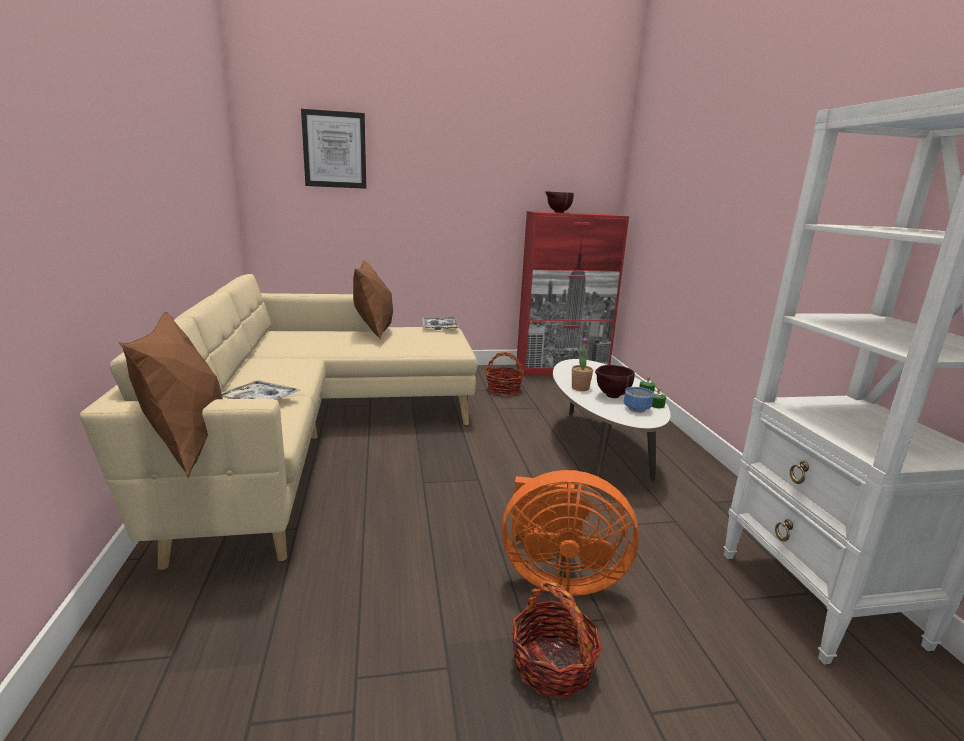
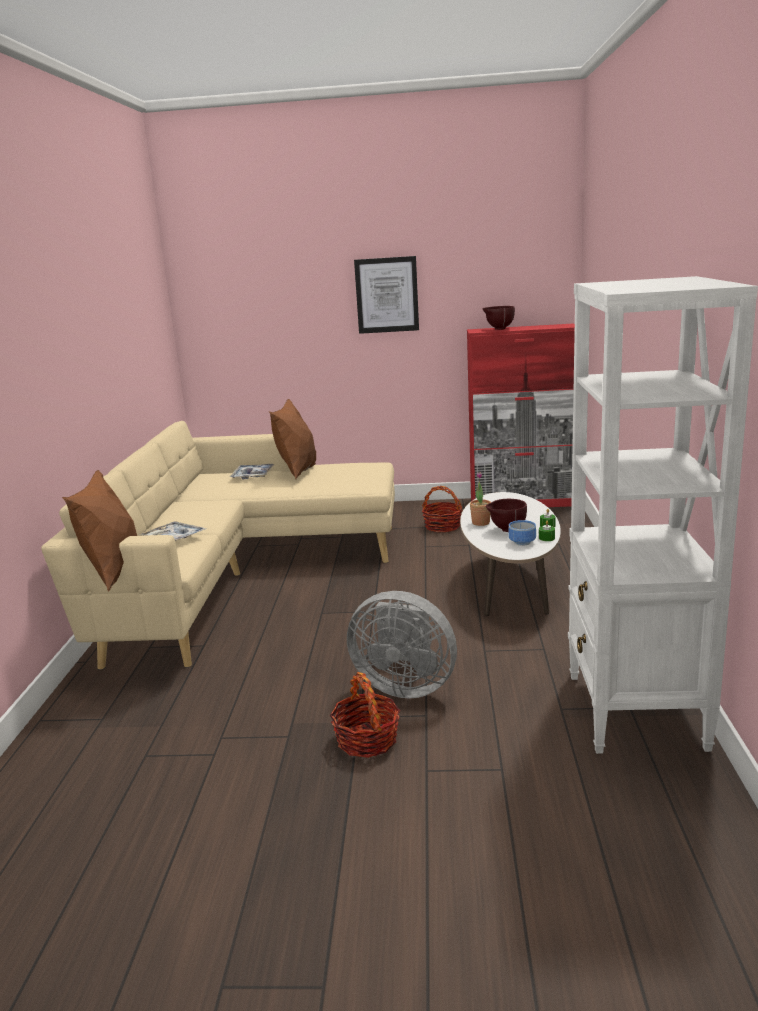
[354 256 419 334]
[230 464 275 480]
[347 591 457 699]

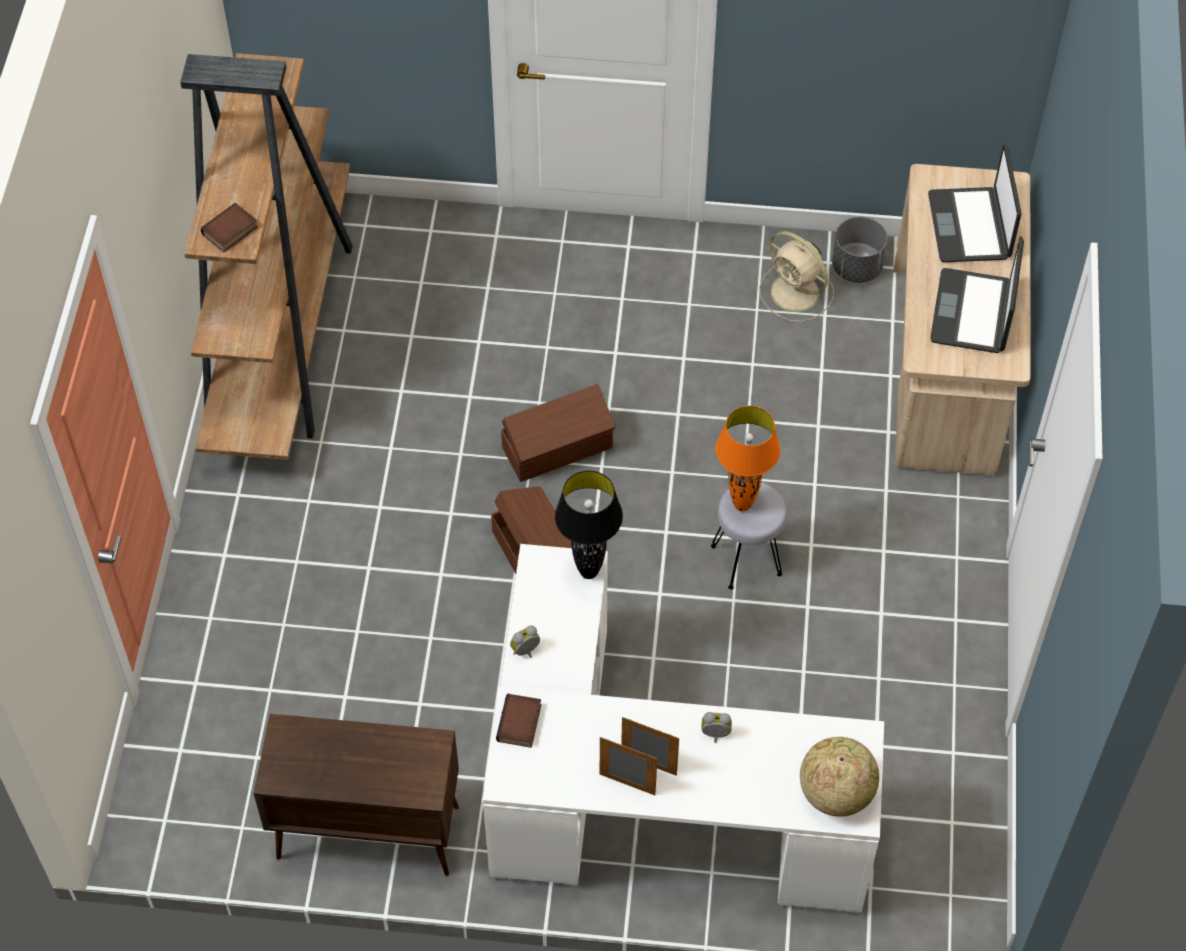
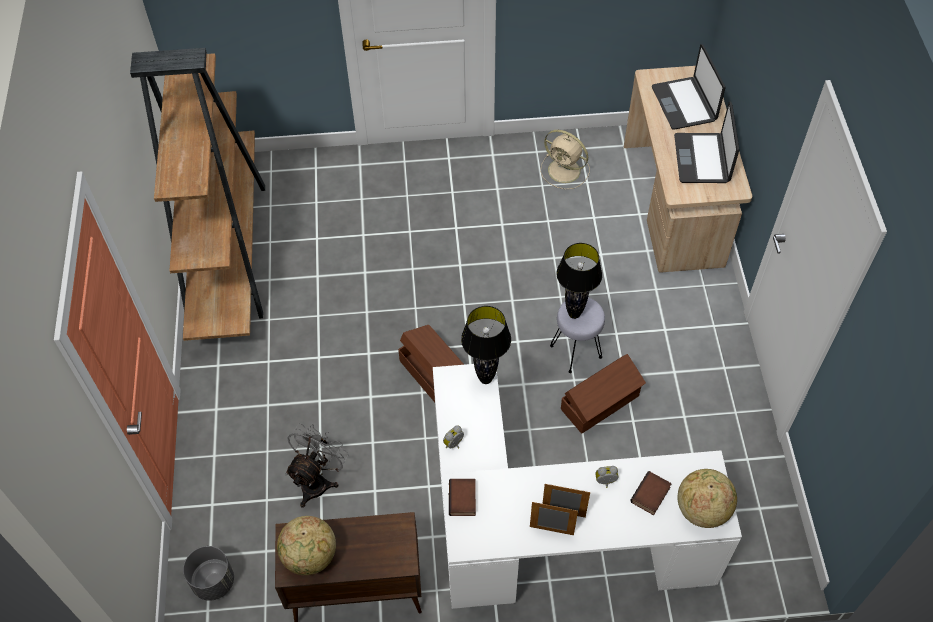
[277 516 336 575]
[285 423 349 508]
[630 471 672 515]
[561 354 646 433]
[183 546 234 601]
[556 243 602 319]

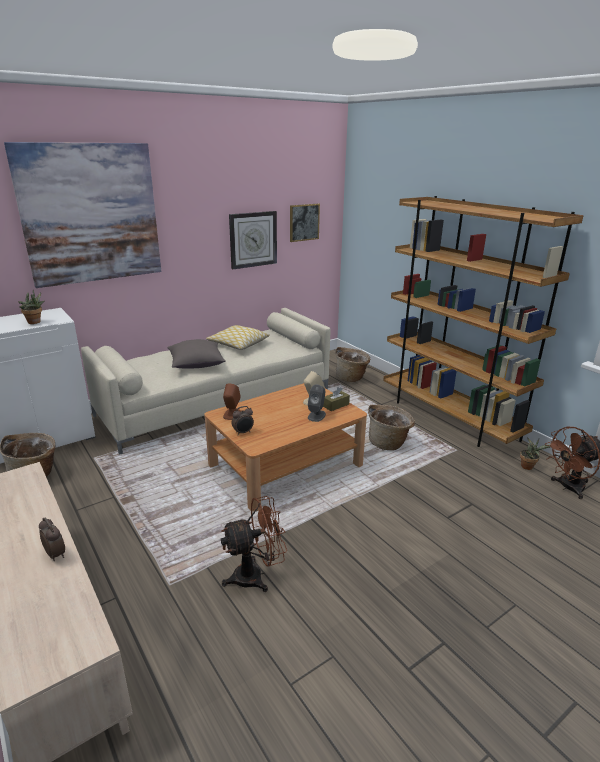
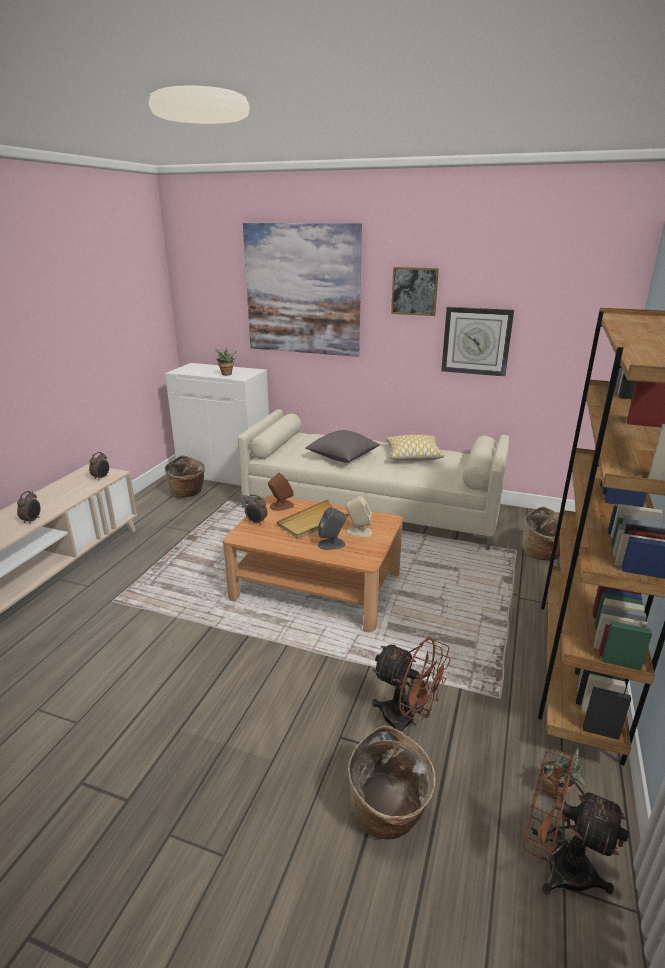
[323 387 350 411] (first image)
[89 452 109 481]
[277 499 349 539]
[372 638 451 732]
[391 267 439 316]
[348 726 436 839]

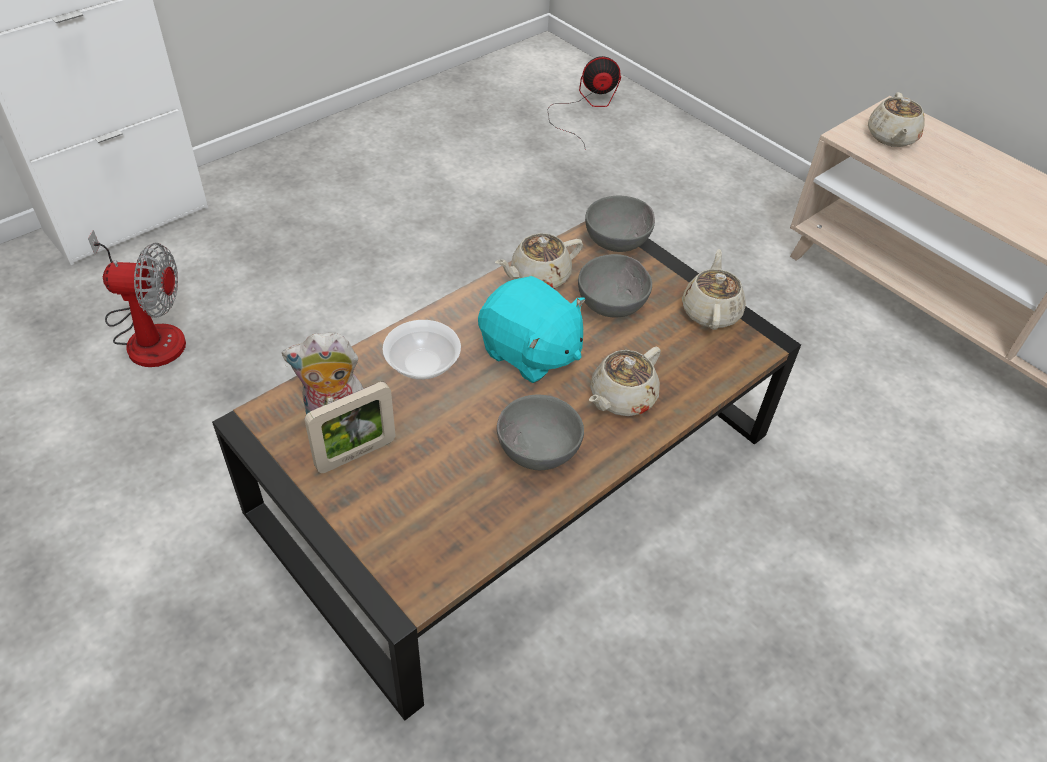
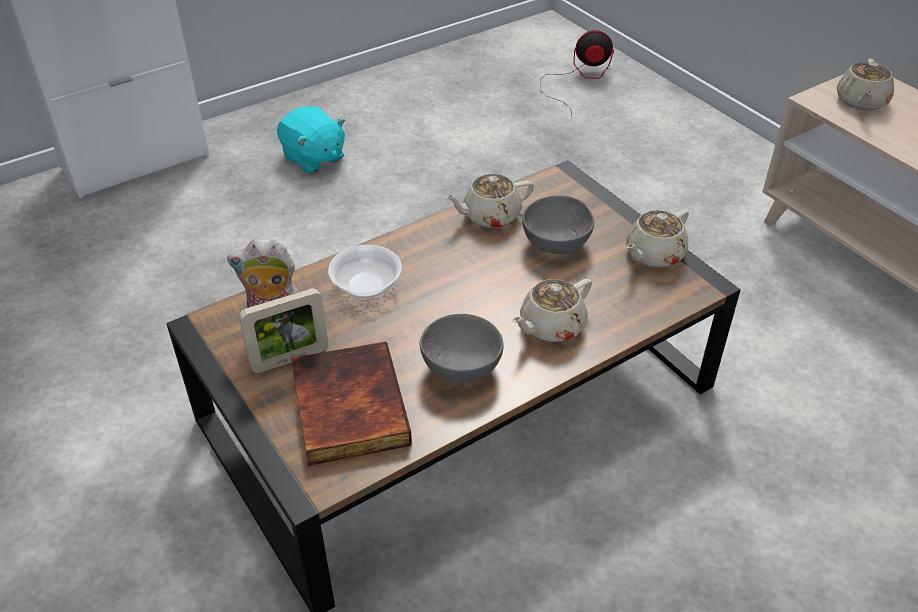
[88 230 186 367] (first image)
[585 196 655 252] (first image)
[291 341 412 466]
[277 107 345 174]
[626 209 689 268]

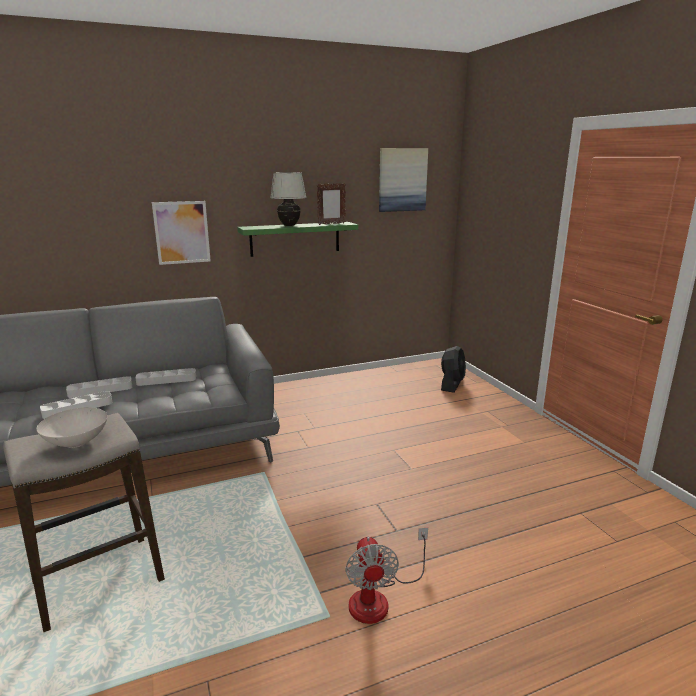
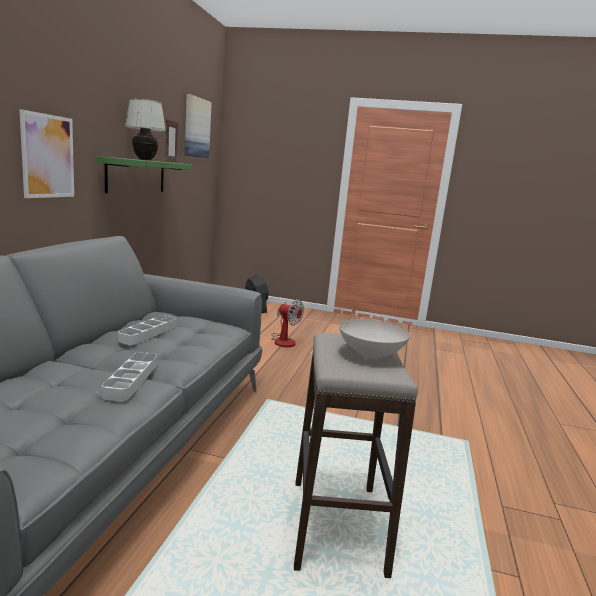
[66 376 132 398] (first image)
[271 299 304 347]

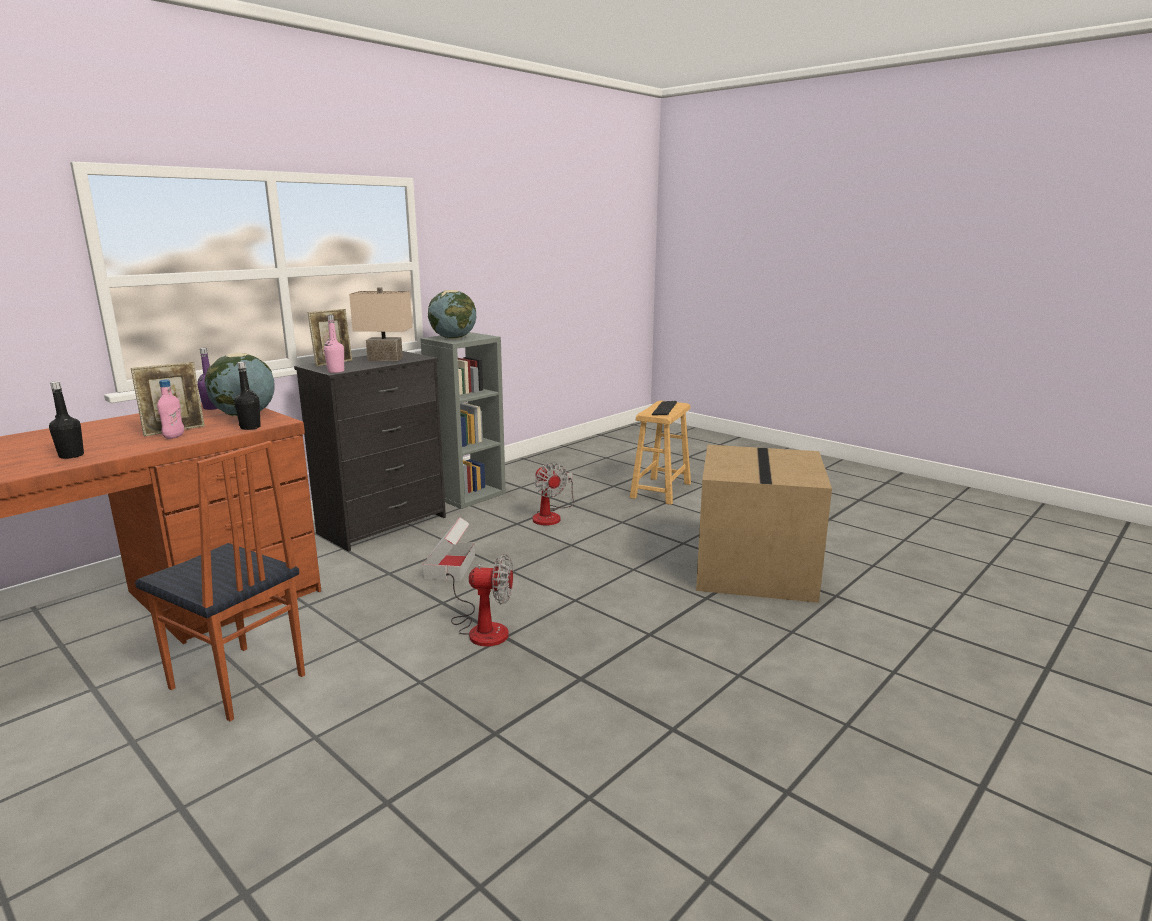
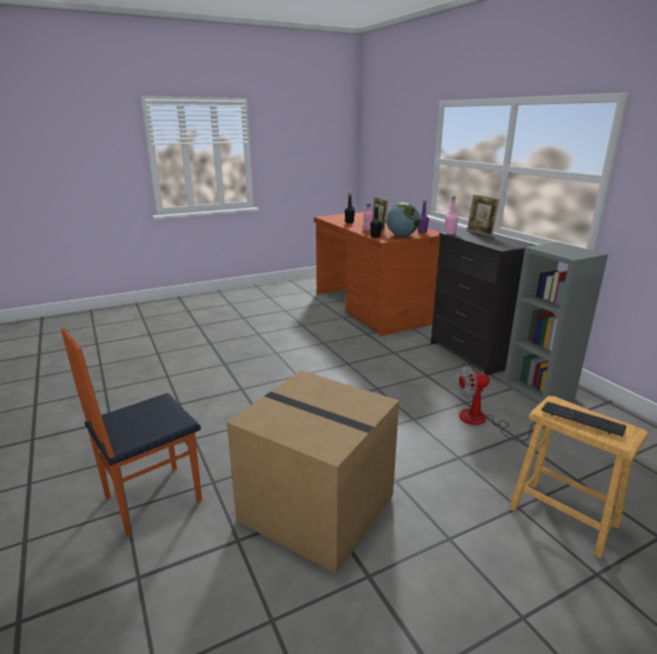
[349 287 412 361] (first image)
[423 517 475 581] (first image)
[428 290 476 339] (first image)
[444 554 513 647] (first image)
[61 327 202 537]

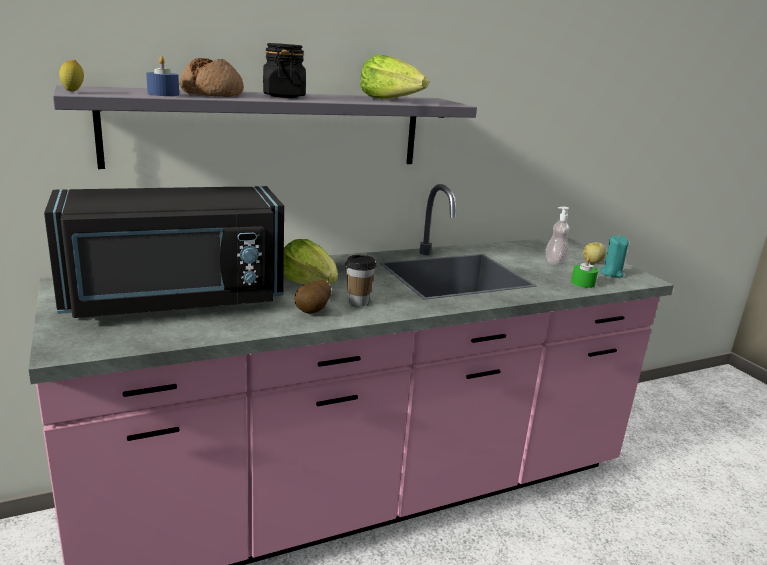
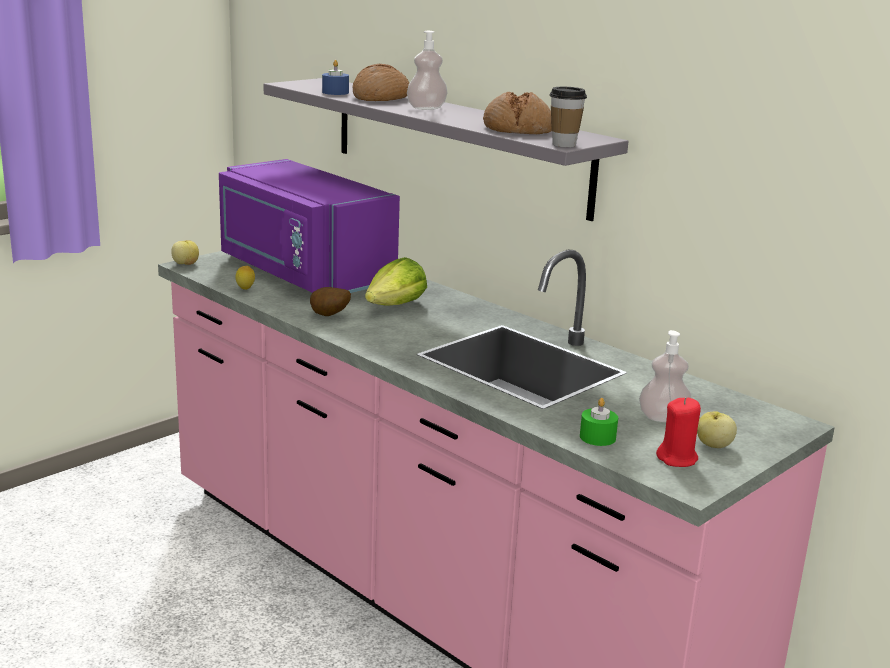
[171 240 199 265]
[236 266 255 290]
[549 87 587 147]
[407 31 448 110]
[483 92 552 134]
[219 159 400 293]
[656 398 701 467]

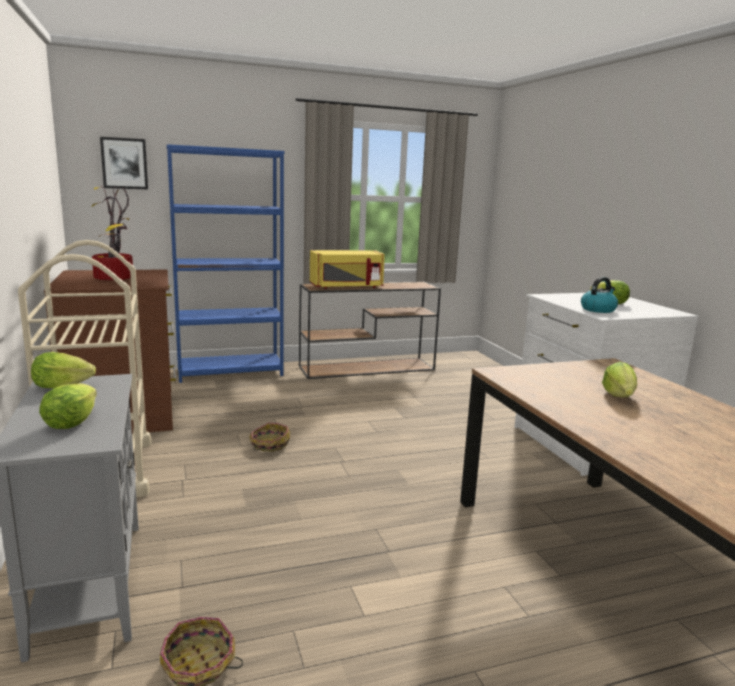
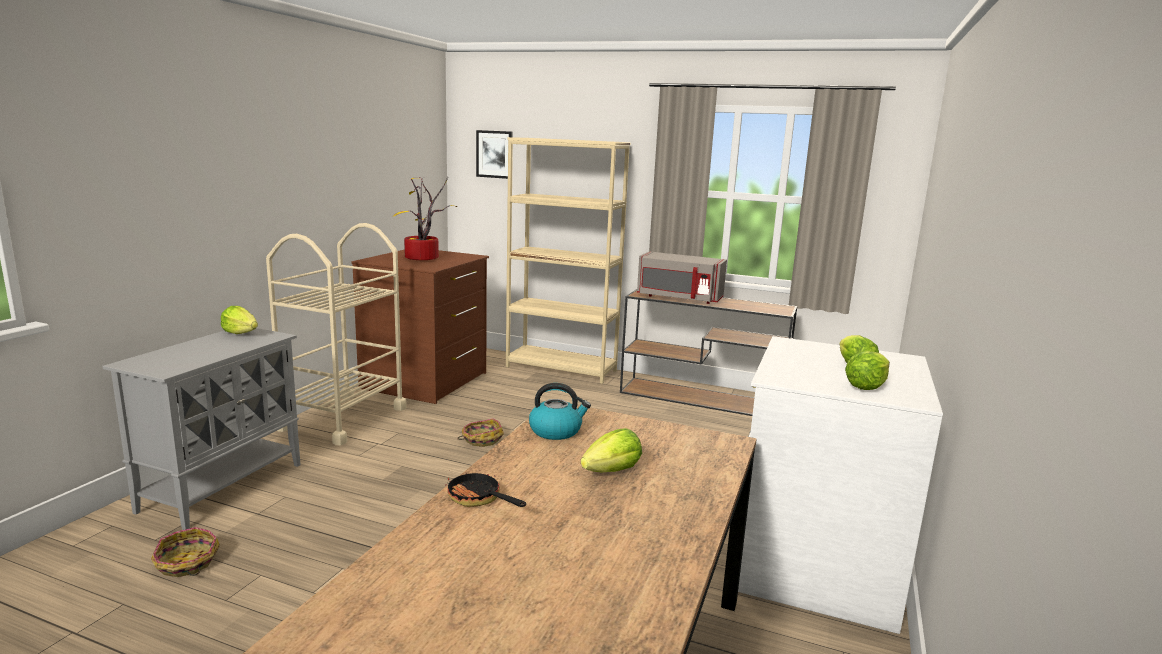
[445 470 526 507]
[845 352 890 390]
[529 383 591 440]
[506 137 630 384]
[637 252 727 304]

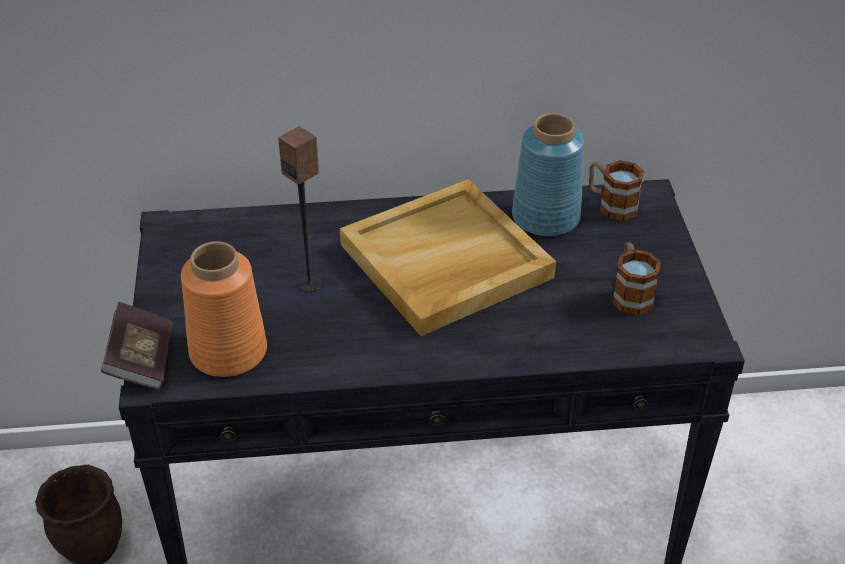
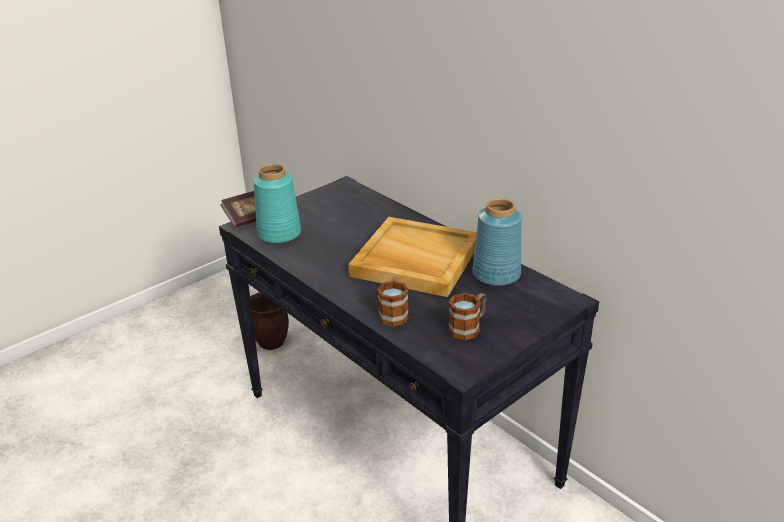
[278 126 321 292] (first image)
[377 277 409 327]
[254 164 301 244]

